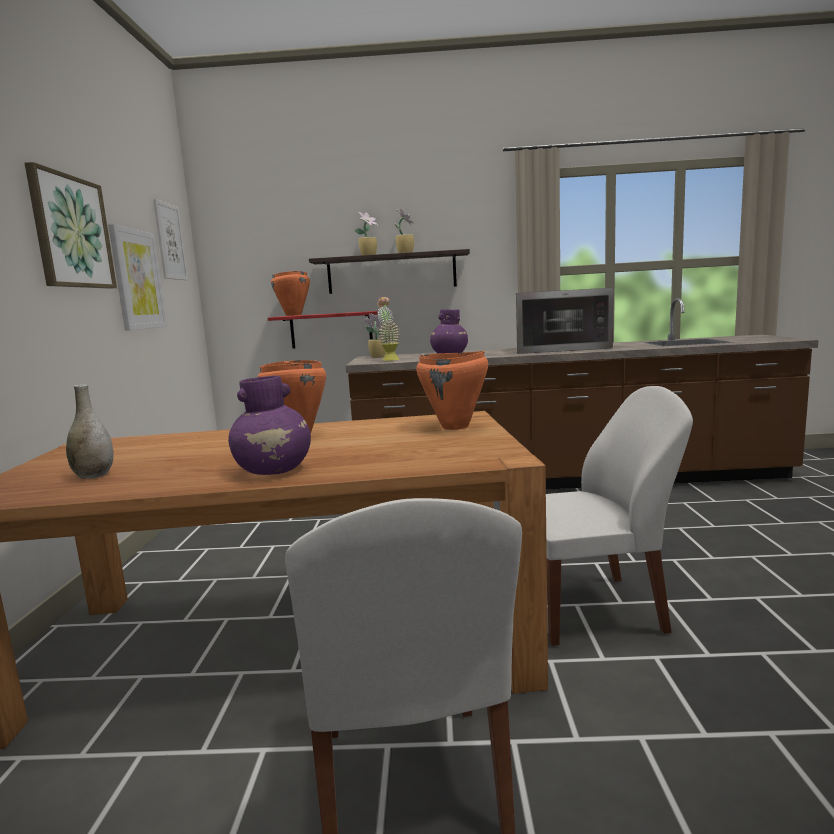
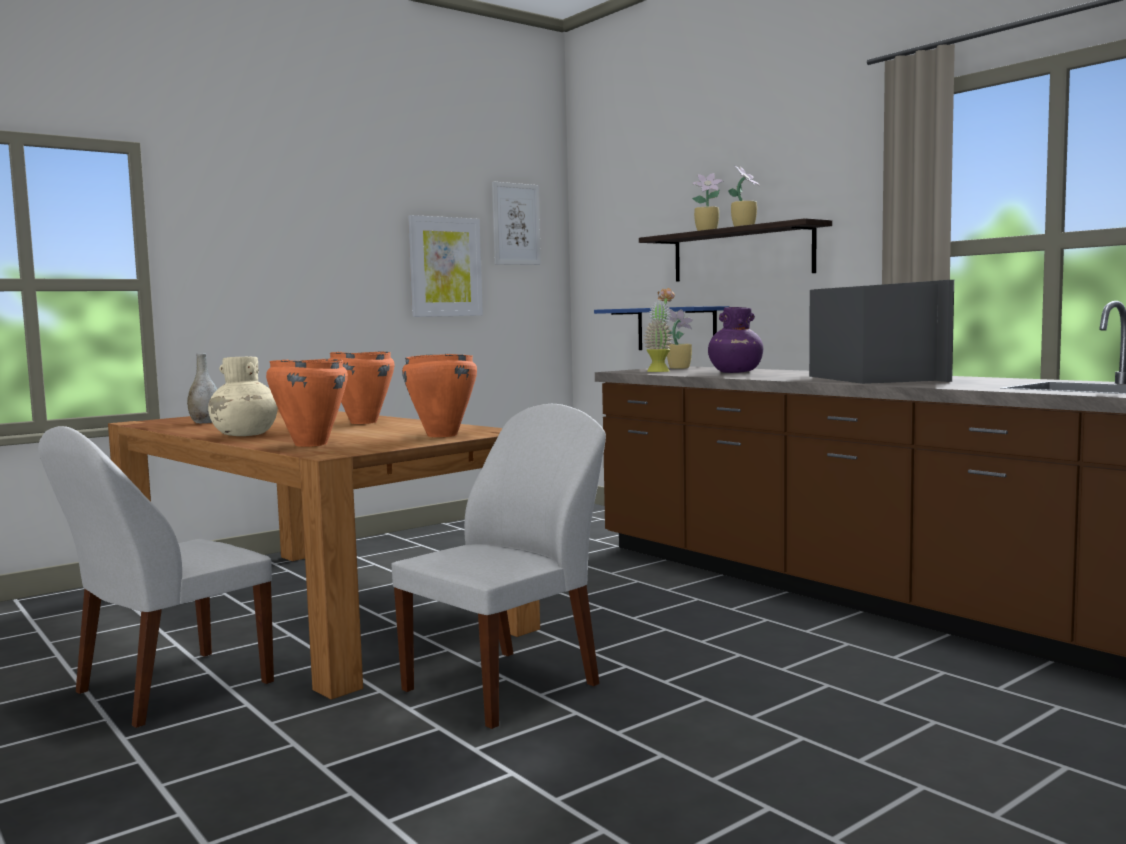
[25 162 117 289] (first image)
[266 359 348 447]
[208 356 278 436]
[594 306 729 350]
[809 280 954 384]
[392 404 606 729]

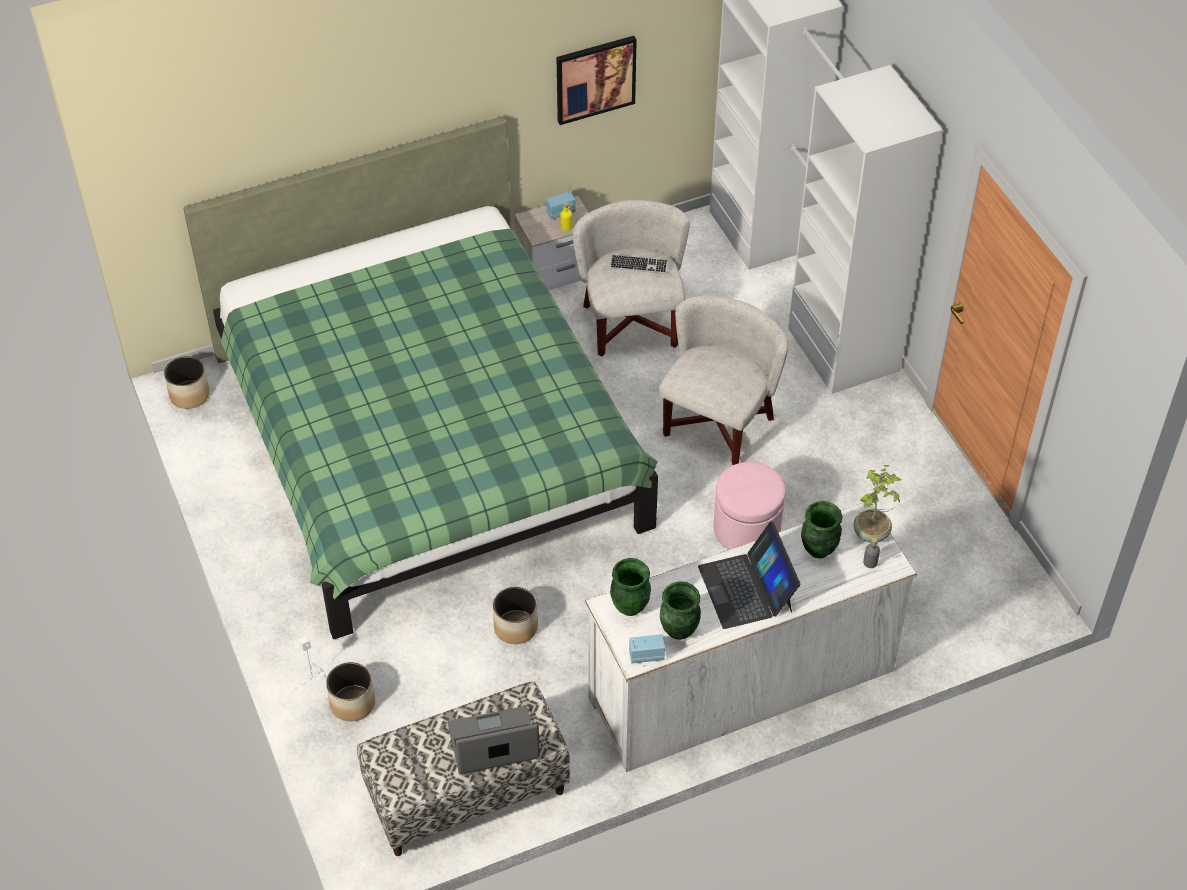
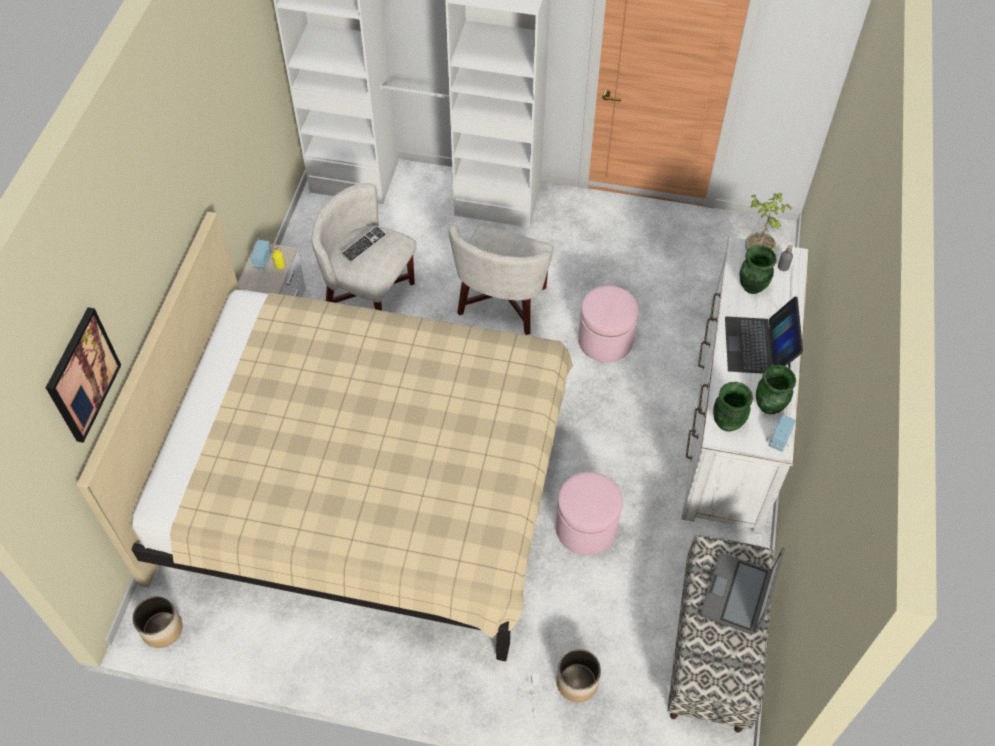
[46 307 121 443]
[556 472 622 555]
[77 212 573 661]
[449 225 553 335]
[725 296 803 374]

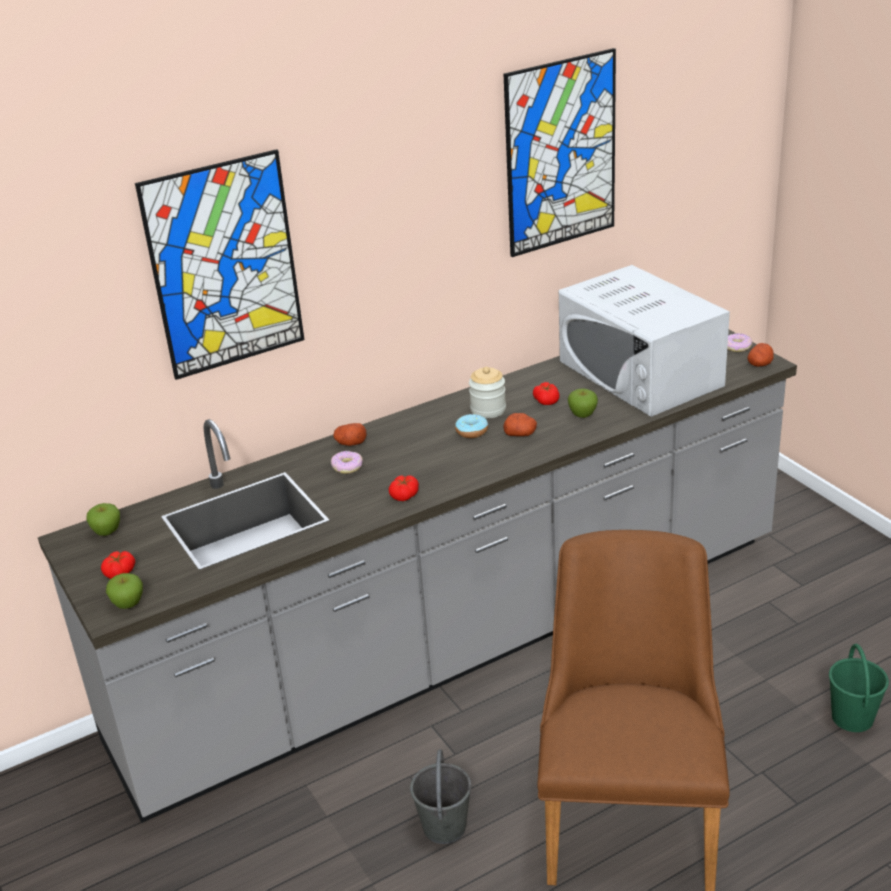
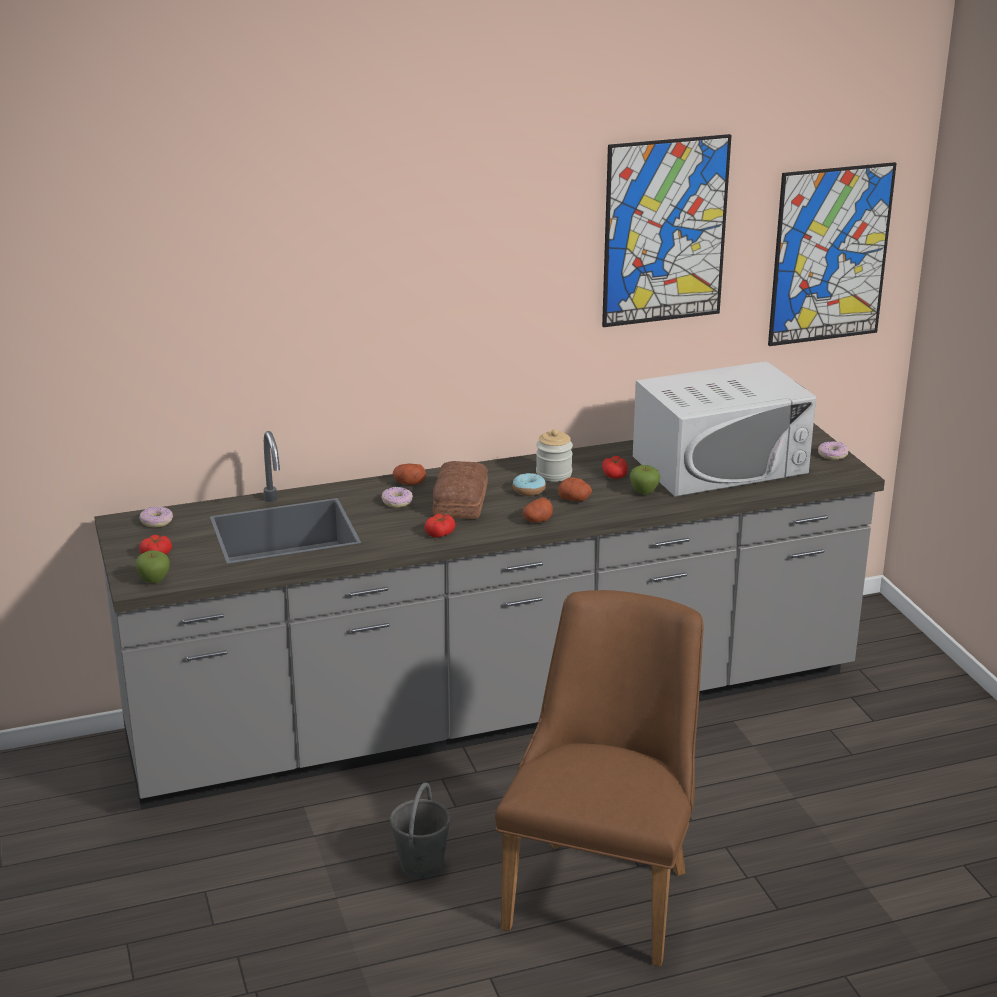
[829 644 889 732] (first image)
[433 461 488 519]
[768 162 897 346]
[523 498 553 523]
[139 507 173 528]
[633 361 816 497]

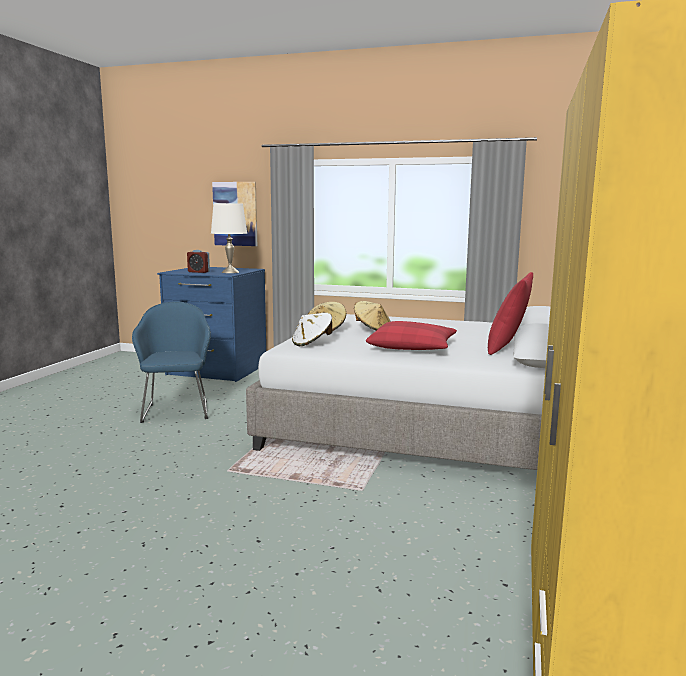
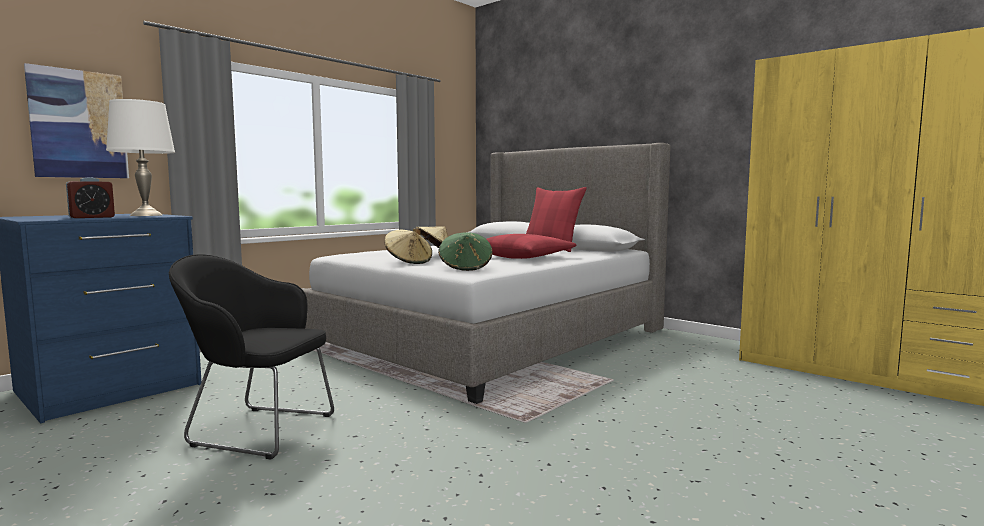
[169 254 334 459]
[438 232 493 271]

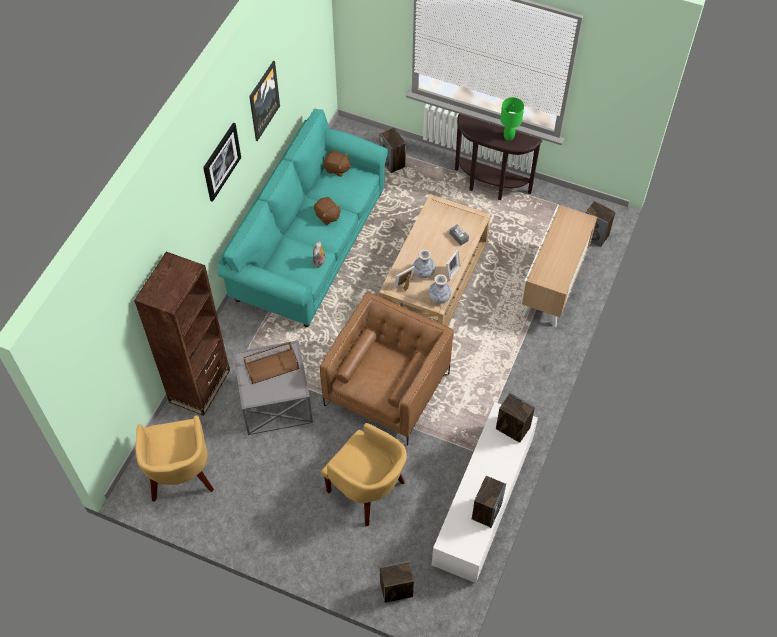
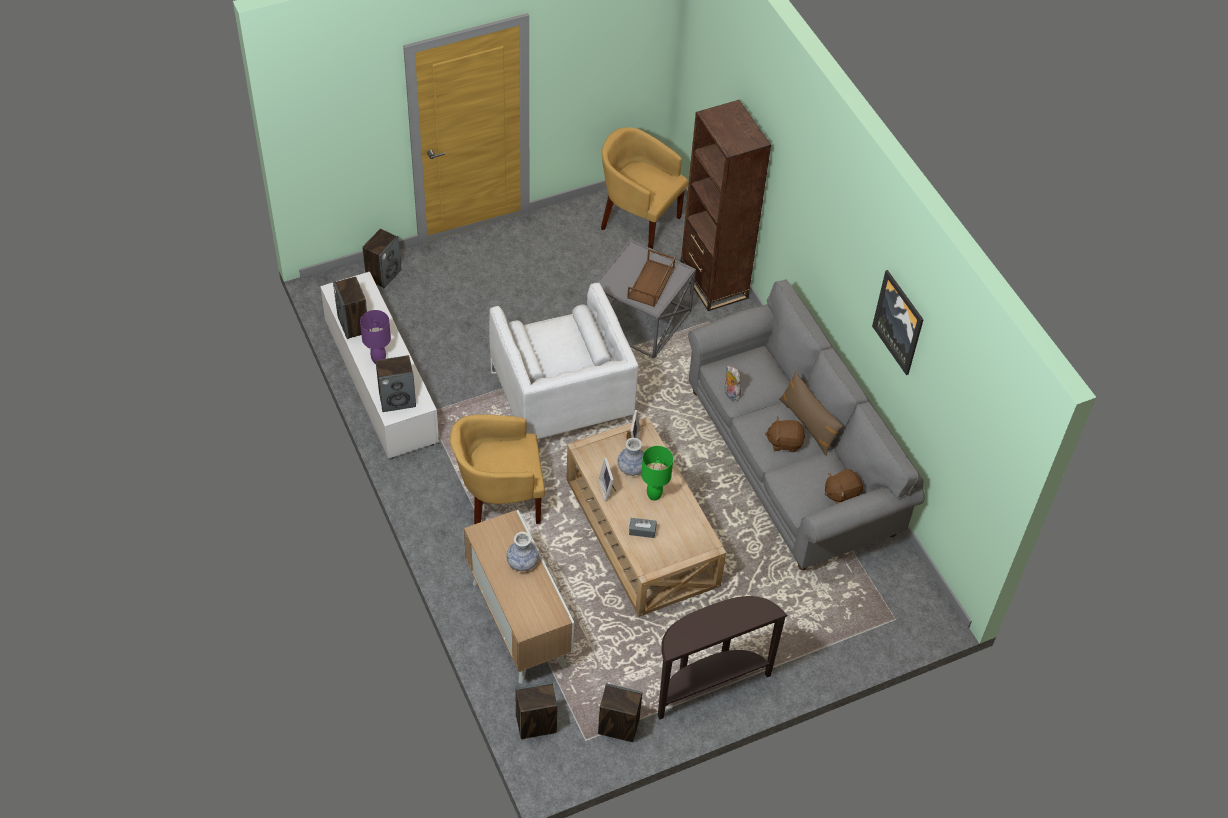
[203 123 241 202] (first image)
[360 310 391 364]
[779 371 843 456]
[450 415 545 524]
[598 683 642 742]
[506 532 539 571]
[641 446 673 500]
[688 279 925 570]
[489 282 638 439]

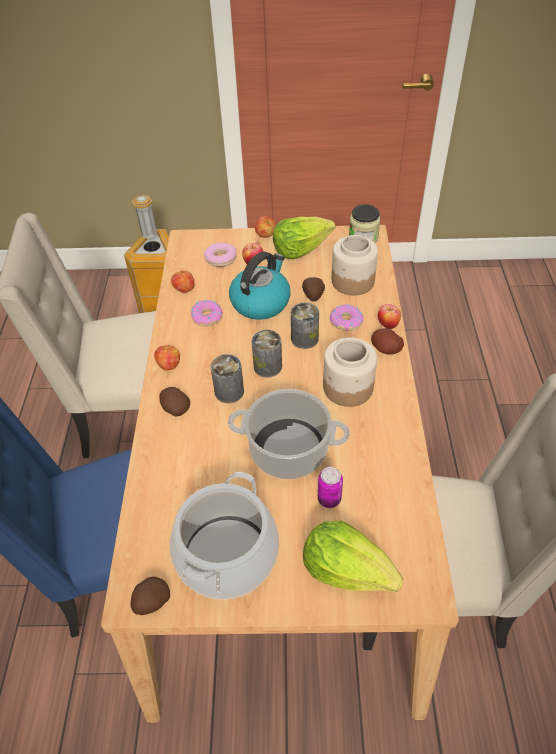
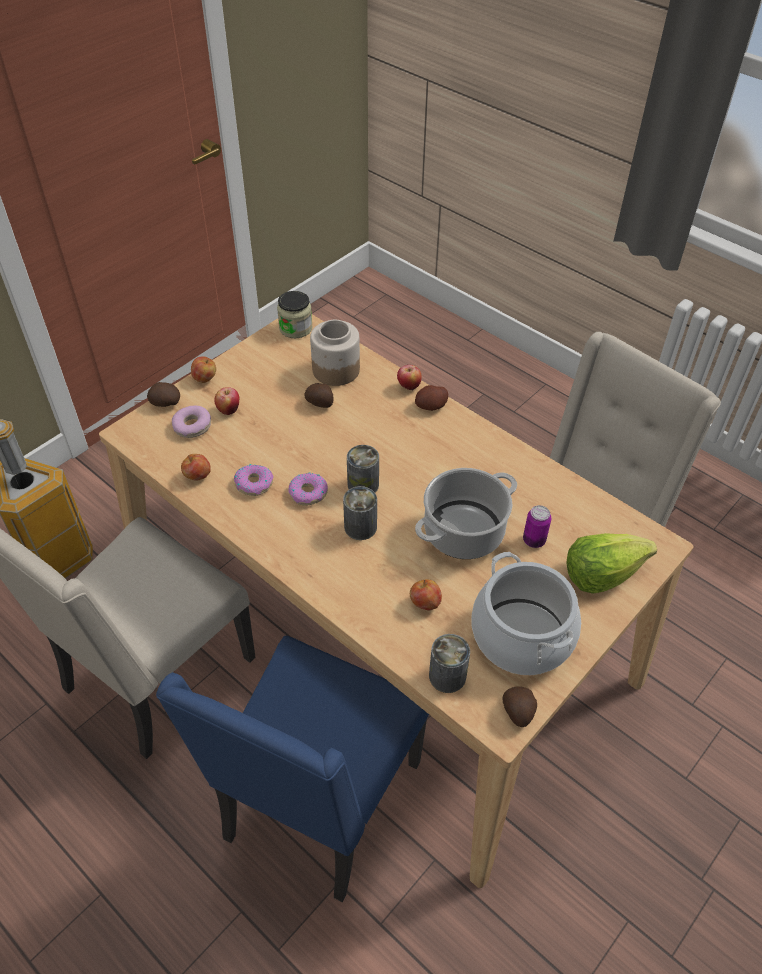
[229 252 291 320] (first image)
[273 217 335 259] (first image)
[323 337 377 407] (first image)
[410 579 442 611]
[147 382 180 407]
[429 634 470 693]
[288 472 328 506]

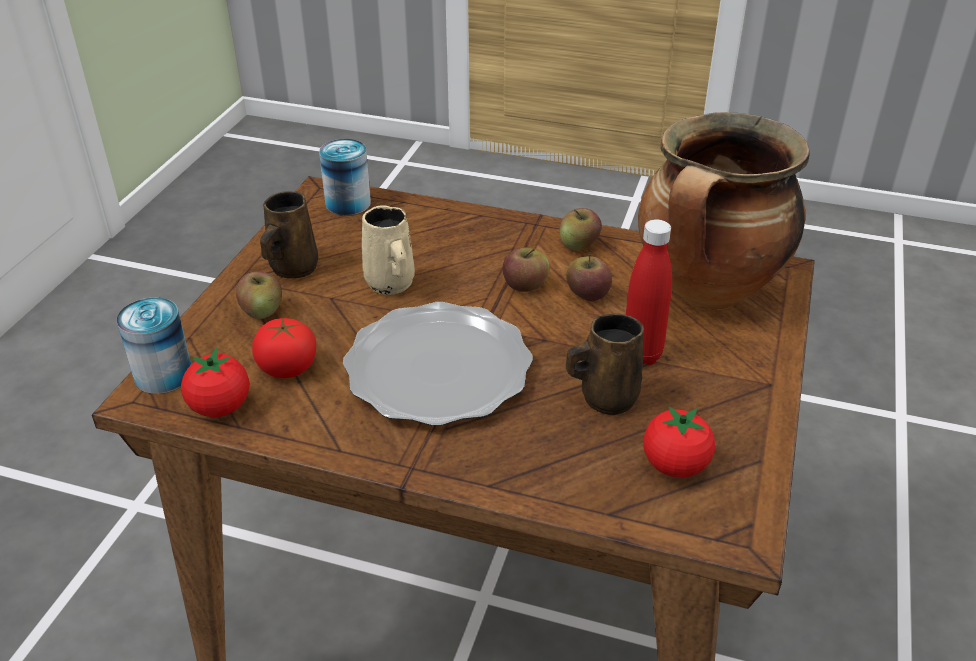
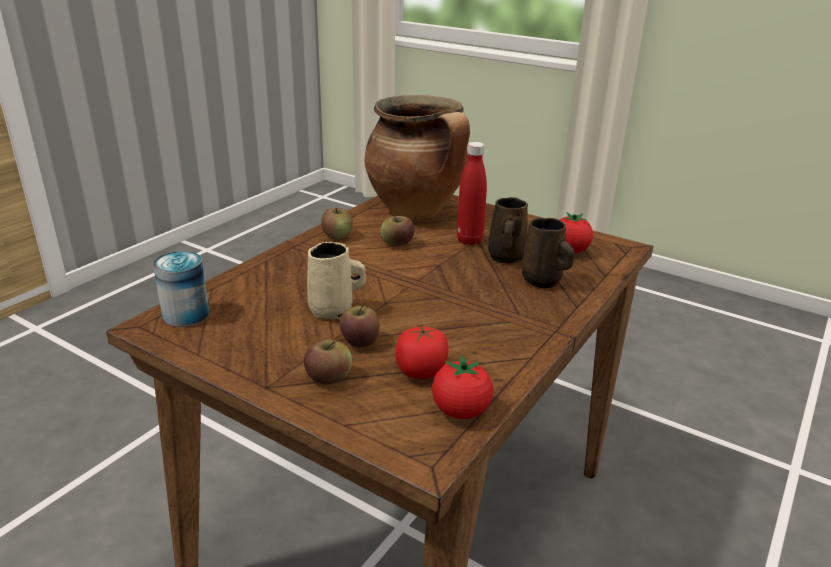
[117 297 191 394] (first image)
[343 302 533 426] (first image)
[522 218 575 288]
[340 302 380 348]

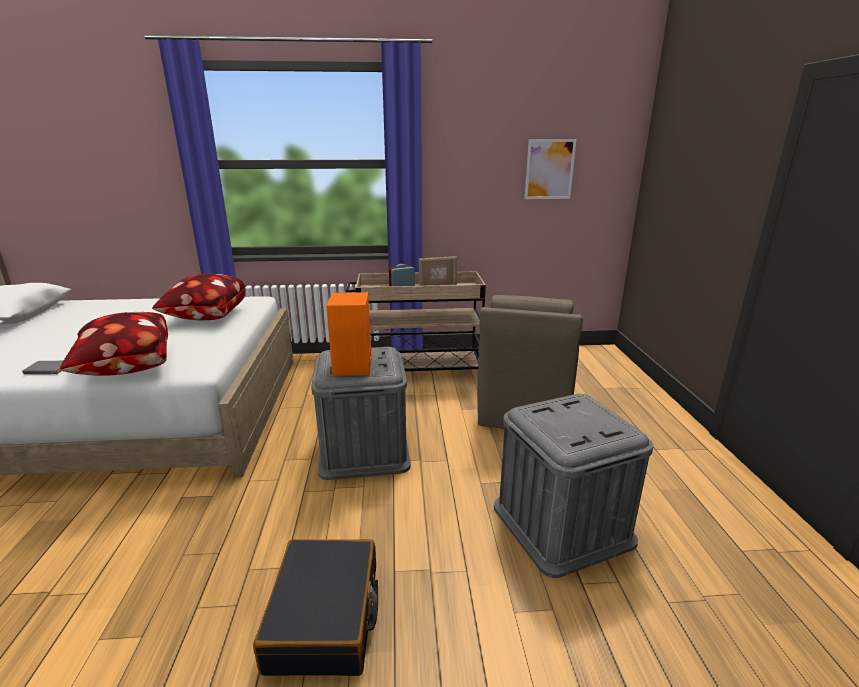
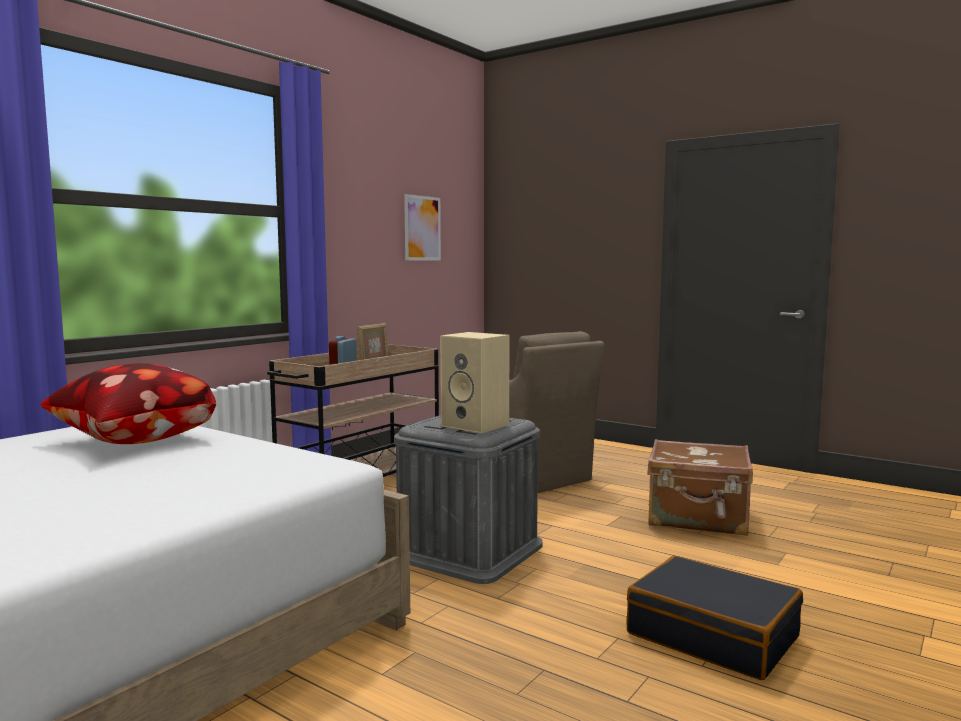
[22 361 63 375] (first image)
[59 312 168 376] (first image)
[647 439 753 536]
[440 332 510 433]

